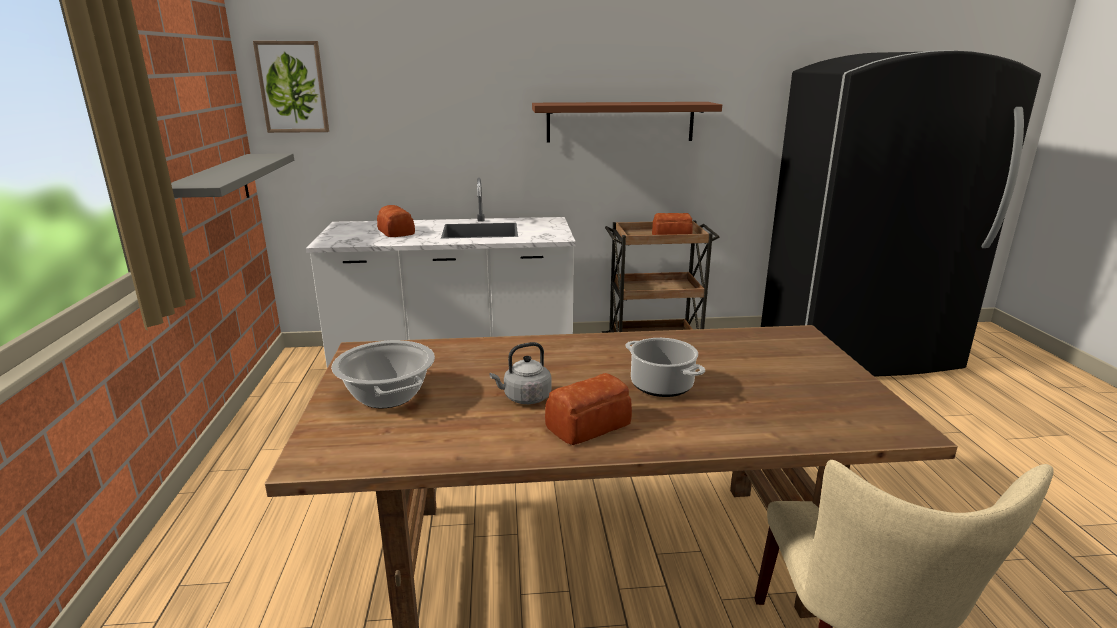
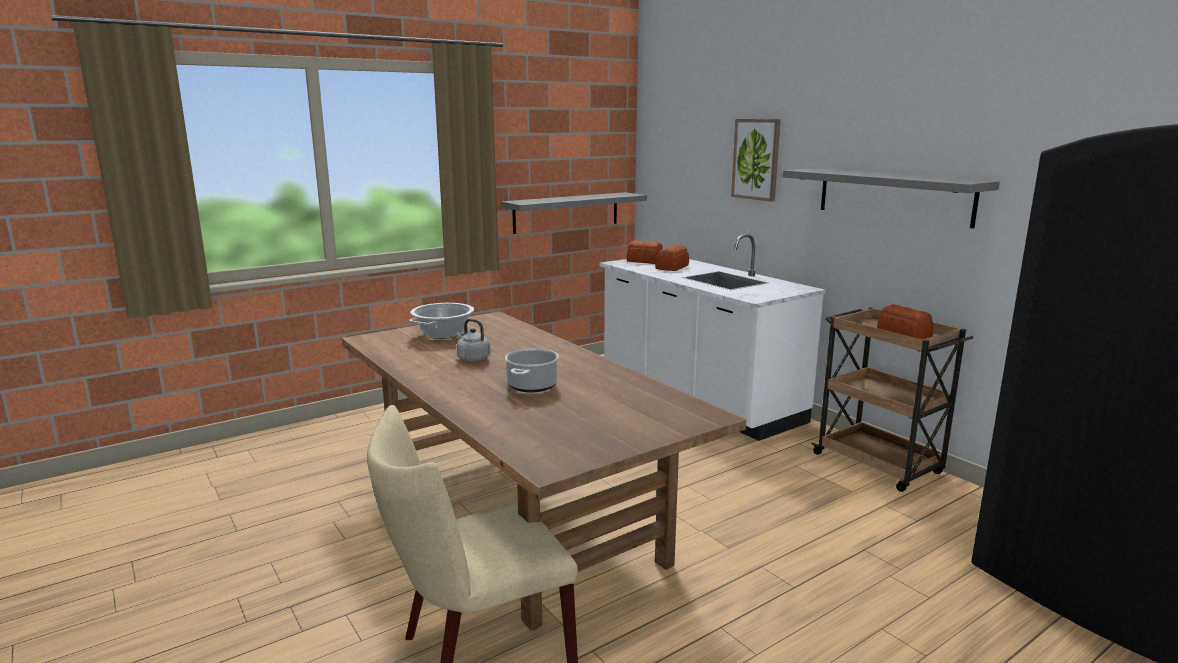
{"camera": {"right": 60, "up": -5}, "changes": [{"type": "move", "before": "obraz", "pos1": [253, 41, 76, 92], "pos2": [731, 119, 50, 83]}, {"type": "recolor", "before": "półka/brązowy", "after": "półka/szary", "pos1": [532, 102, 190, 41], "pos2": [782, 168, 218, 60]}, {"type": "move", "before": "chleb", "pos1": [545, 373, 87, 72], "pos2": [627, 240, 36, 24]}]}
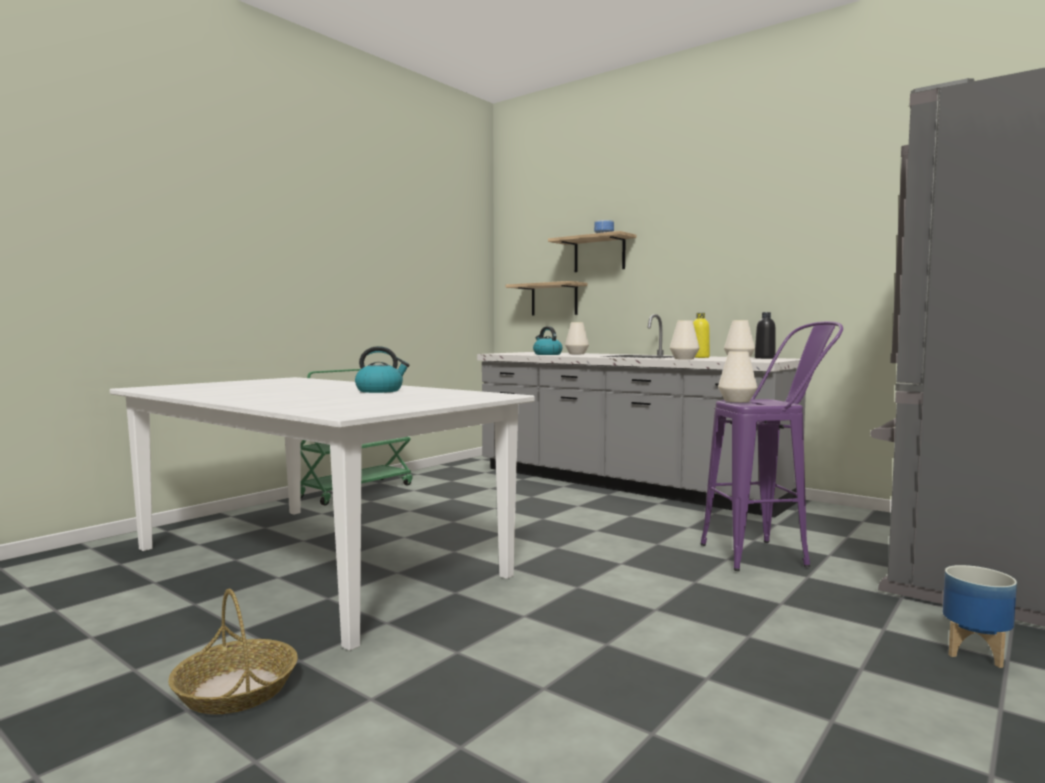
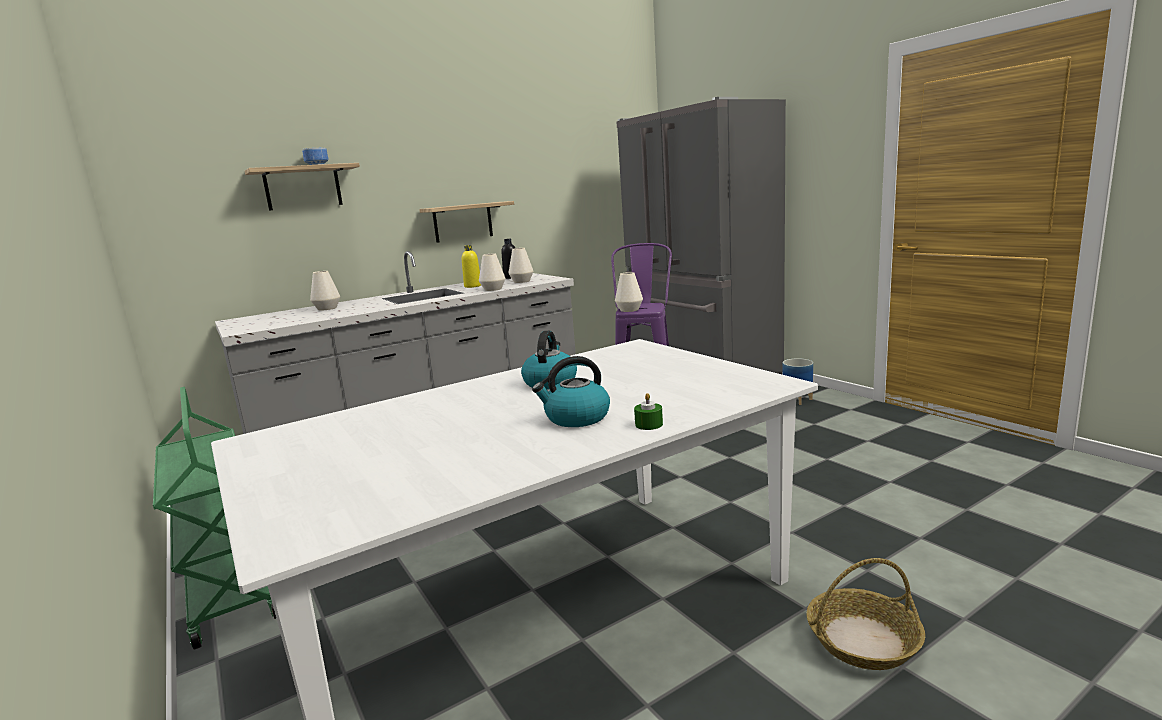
{"camera": {"right": -70, "up": 10}, "changes": [{"type": "move", "before": "półka", "pos1": [506, 281, 81, 34], "pos2": [419, 201, 95, 42]}, {"type": "move", "before": "czajnik", "pos1": [533, 326, 29, 29], "pos2": [532, 356, 78, 71]}, {"type": "insert", "after": "świeca/zielony", "pos2": [634, 393, 29, 37]}]}
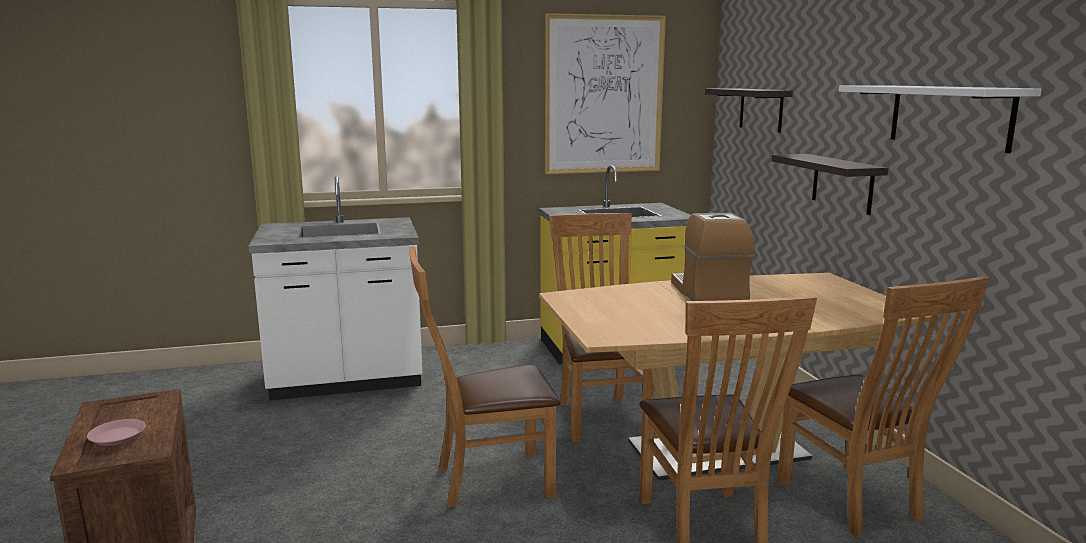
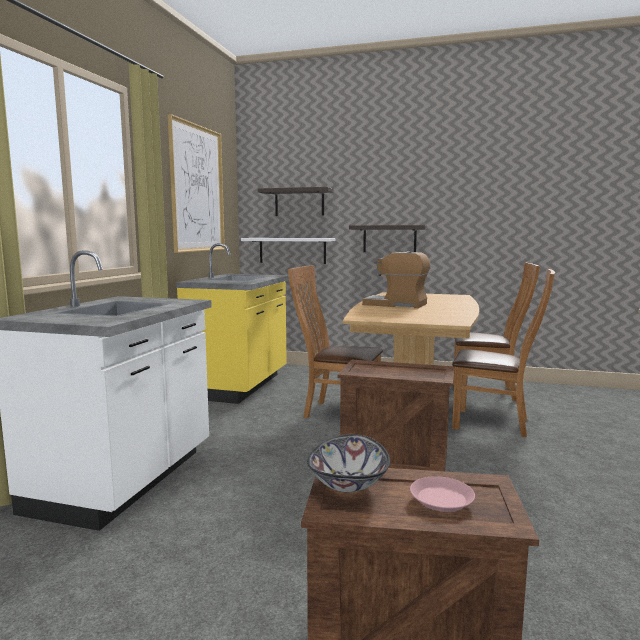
{"camera": {"right": -60, "up": -5}, "changes": [{"type": "replace", "before": "krzesło/brązowy", "after": "skrzynka", "pos1": [409, 246, 151, 262], "pos2": [338, 360, 117, 111]}, {"type": "move", "before": "półka/biały", "pos1": [839, 85, 203, 68], "pos2": [241, 238, 94, 26]}, {"type": "insert", "after": "miska", "pos2": [307, 434, 83, 59]}]}
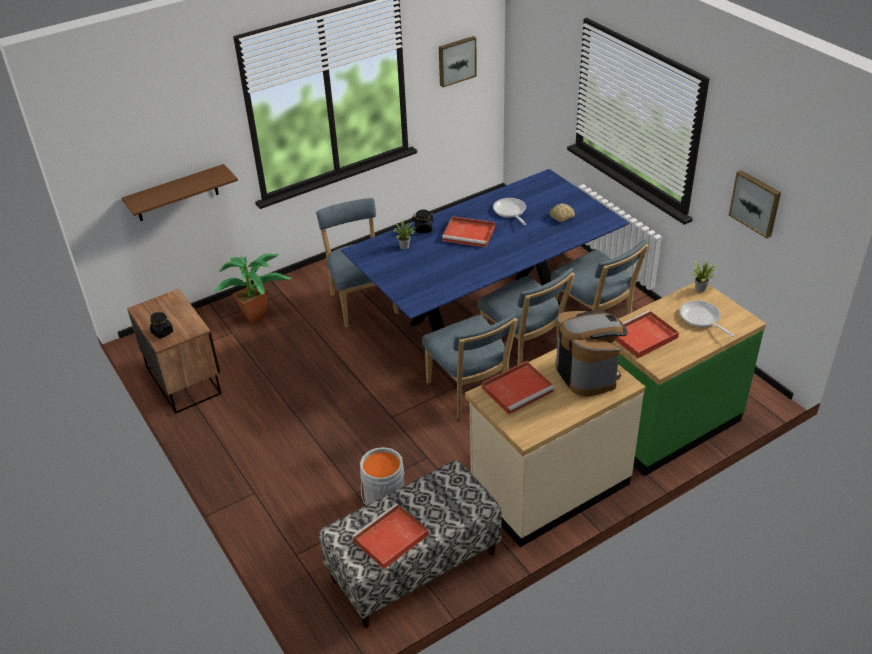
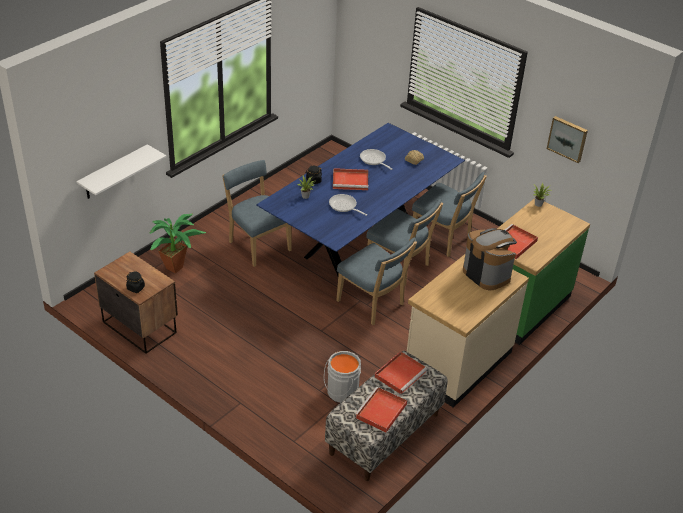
{"camera": {"right": -20, "up": 0}, "changes": [{"type": "recolor", "before": "półka/brązowy", "after": "półka/biały", "pos1": [122, 164, 116, 57], "pos2": [76, 144, 90, 55]}, {"type": "delete", "before": "obraz", "pos1": [439, 36, 38, 51]}, {"type": "move", "before": "taca/czerwony", "pos1": [482, 361, 73, 54], "pos2": [374, 351, 54, 43]}, {"type": "move", "before": "patelnia", "pos1": [680, 300, 55, 37], "pos2": [329, 194, 38, 22]}]}
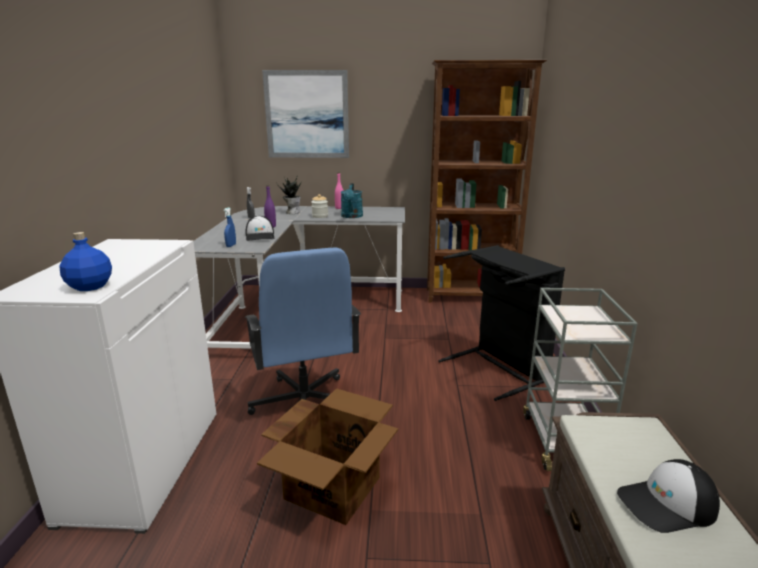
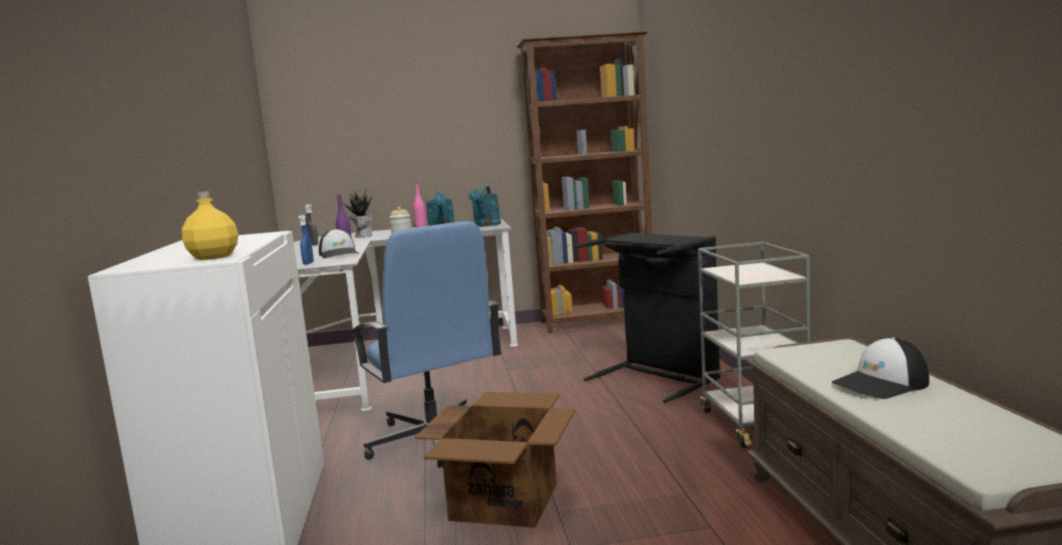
{"camera": {"right": -10, "up": -10}, "changes": [{"type": "recolor", "before": "butelka/niebieski", "after": "butelka/żółty", "pos1": [59, 232, 53, 59], "pos2": [182, 191, 56, 69]}, {"type": "delete", "before": "obraz", "pos1": [262, 70, 87, 88]}, {"type": "insert", "after": "konewka/turkusowy", "pos2": [468, 186, 33, 41]}]}
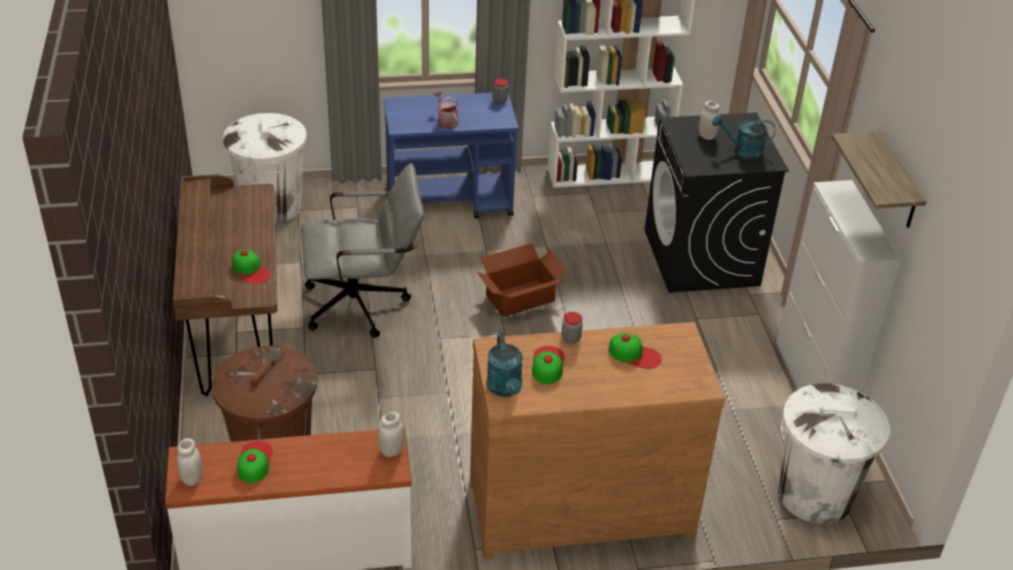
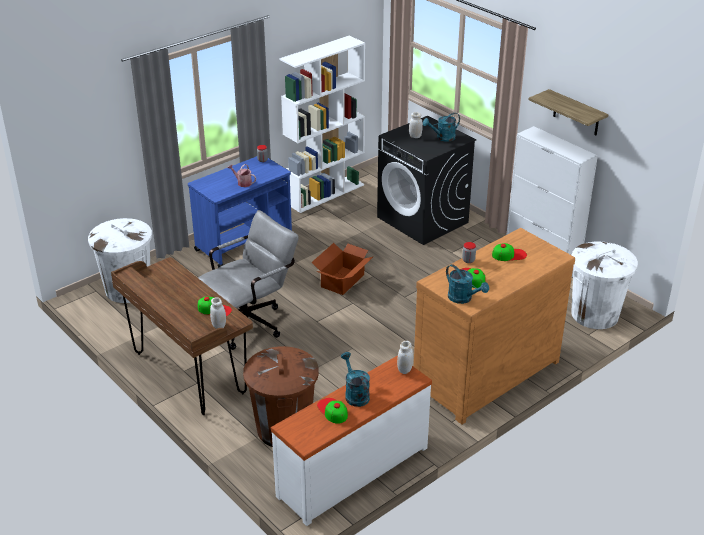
{"camera": {"right": -30, "up": -5}, "changes": [{"type": "move", "before": "słoik/biały", "pos1": [177, 438, 25, 48], "pos2": [210, 297, 16, 32]}, {"type": "insert", "after": "konewka/turkusowy", "pos2": [341, 352, 29, 55]}]}
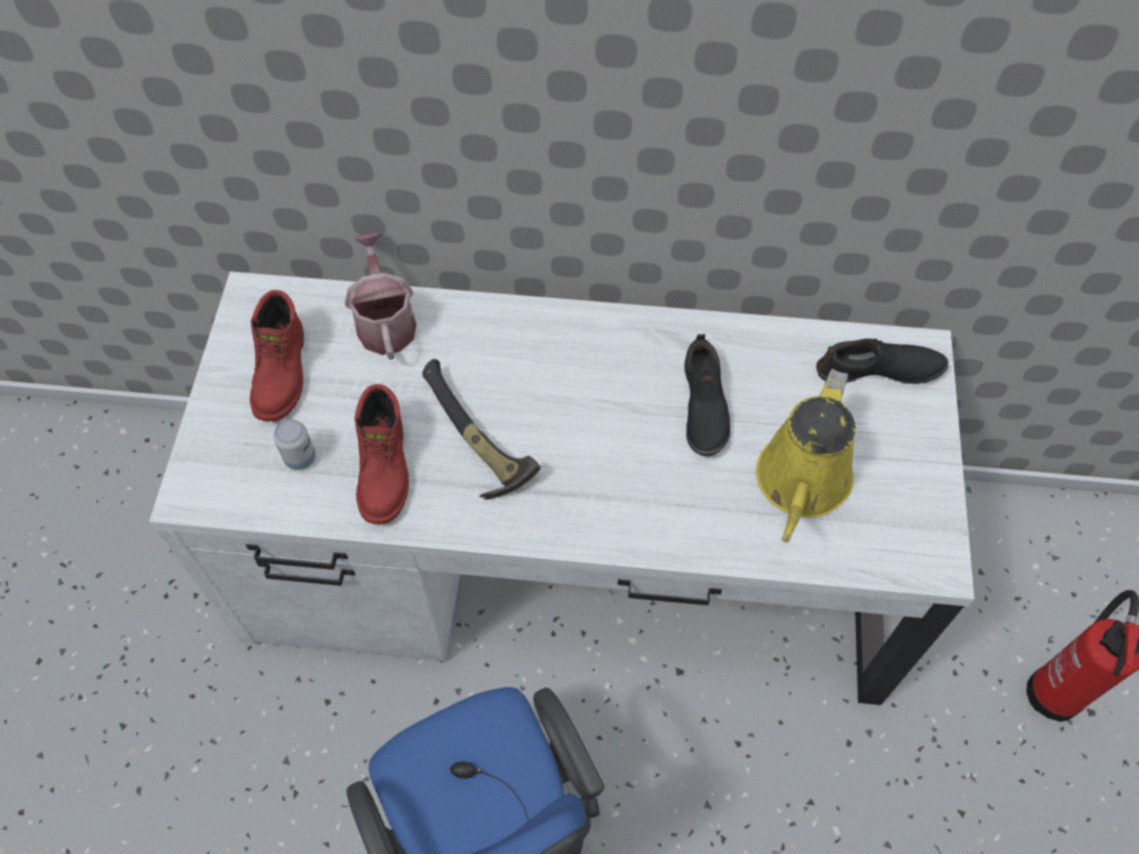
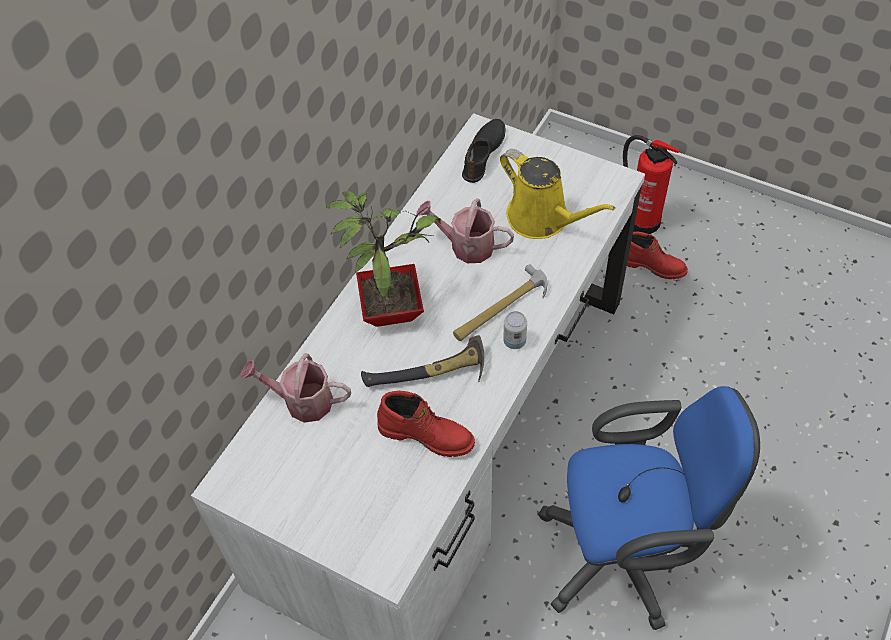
{"camera": {"right": -65, "up": -5}, "changes": [{"type": "move", "before": "but z cholewką/czerwony", "pos1": [250, 290, 54, 132], "pos2": [627, 232, 61, 47]}, {"type": "move", "before": "puszka", "pos1": [273, 419, 43, 51], "pos2": [503, 311, 24, 38]}, {"type": "replace", "before": "but/czarny", "after": "konewka", "pos1": [684, 334, 47, 122], "pos2": [417, 198, 97, 65]}, {"type": "insert", "after": "roślina doniczkowa", "pos2": [326, 191, 115, 136]}, {"type": "insert", "after": "młotek", "pos2": [453, 264, 94, 77]}]}
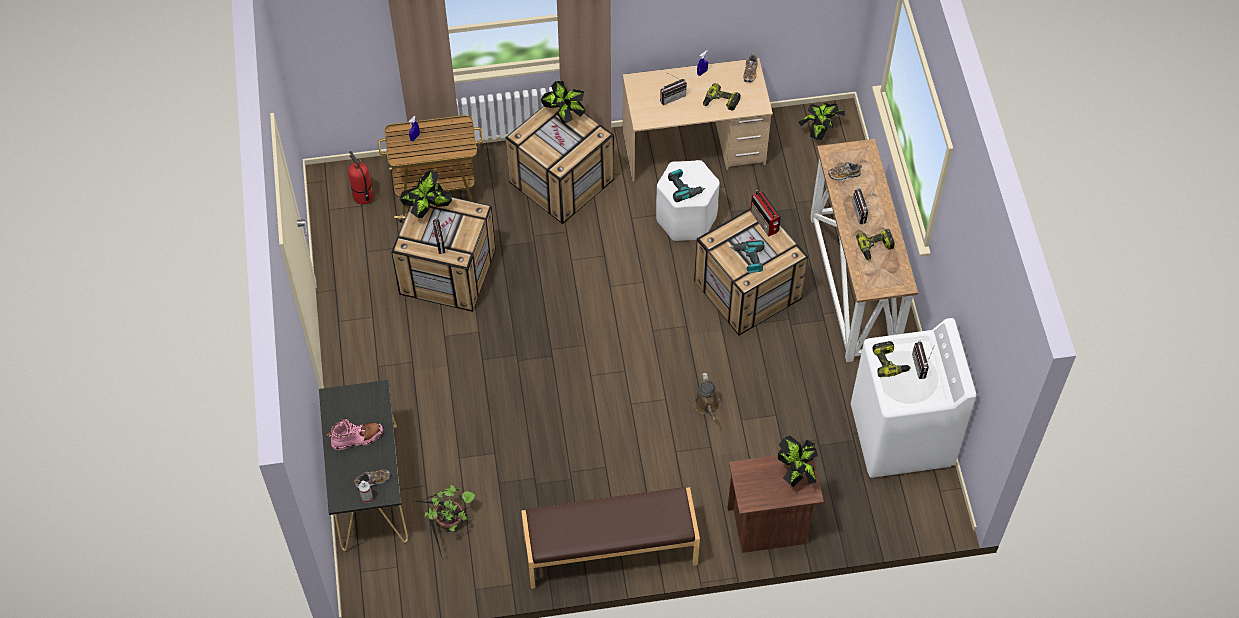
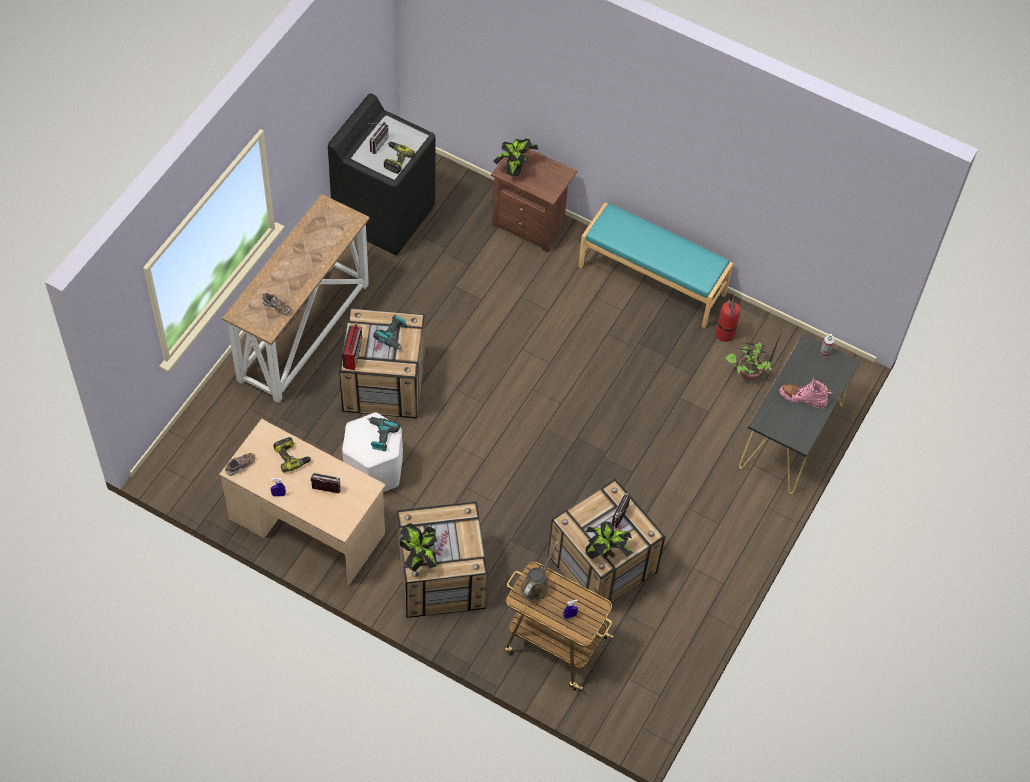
{"camera": {"right": -145, "up": 0}, "changes": [{"type": "move", "before": "gaśnica", "pos1": [348, 151, 25, 54], "pos2": [715, 293, 25, 49]}, {"type": "delete", "before": "but", "pos1": [354, 470, 36, 19]}, {"type": "recolor", "before": "ławka/brązowy", "after": "ławka/turkusowy", "pos1": [521, 487, 179, 102], "pos2": [578, 203, 155, 125]}, {"type": "move", "before": "konewka/brązowy", "pos1": [693, 373, 27, 48], "pos2": [521, 541, 37, 60]}, {"type": "delete", "before": "roślina doniczkowa", "pos1": [798, 103, 47, 37]}, {"type": "recolor", "before": "pralka/biały", "after": "pralka/czarny", "pos1": [851, 318, 125, 160], "pos2": [328, 93, 107, 162]}, {"type": "delete", "before": "radio", "pos1": [852, 187, 21, 37]}, {"type": "delete", "before": "wiertarka", "pos1": [856, 229, 39, 31]}]}
